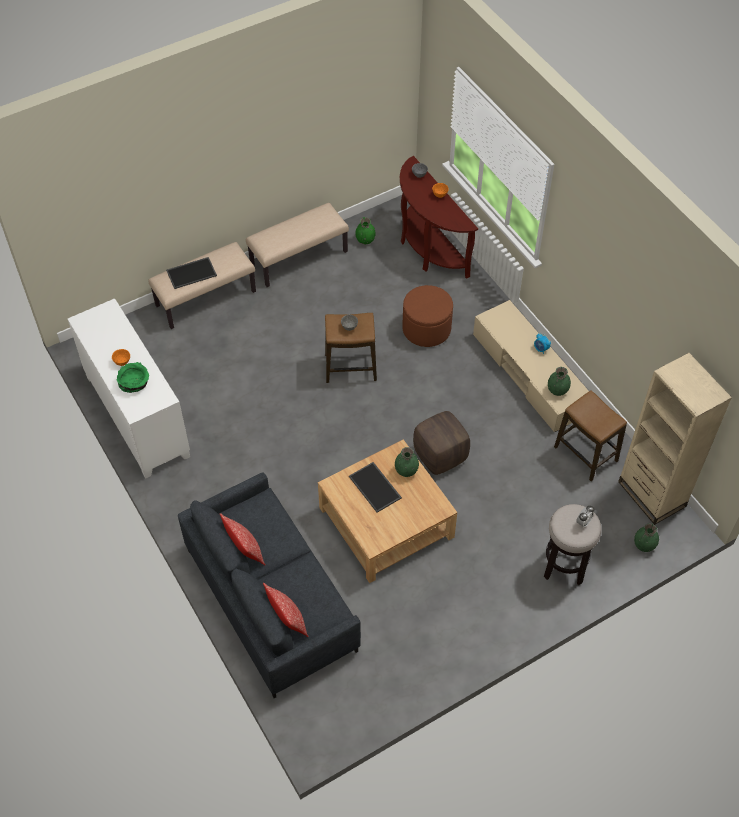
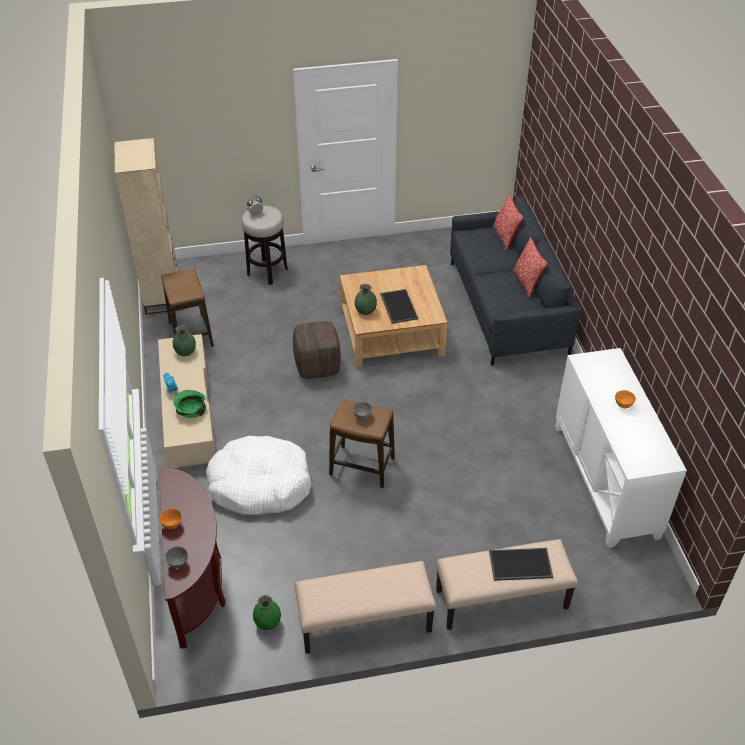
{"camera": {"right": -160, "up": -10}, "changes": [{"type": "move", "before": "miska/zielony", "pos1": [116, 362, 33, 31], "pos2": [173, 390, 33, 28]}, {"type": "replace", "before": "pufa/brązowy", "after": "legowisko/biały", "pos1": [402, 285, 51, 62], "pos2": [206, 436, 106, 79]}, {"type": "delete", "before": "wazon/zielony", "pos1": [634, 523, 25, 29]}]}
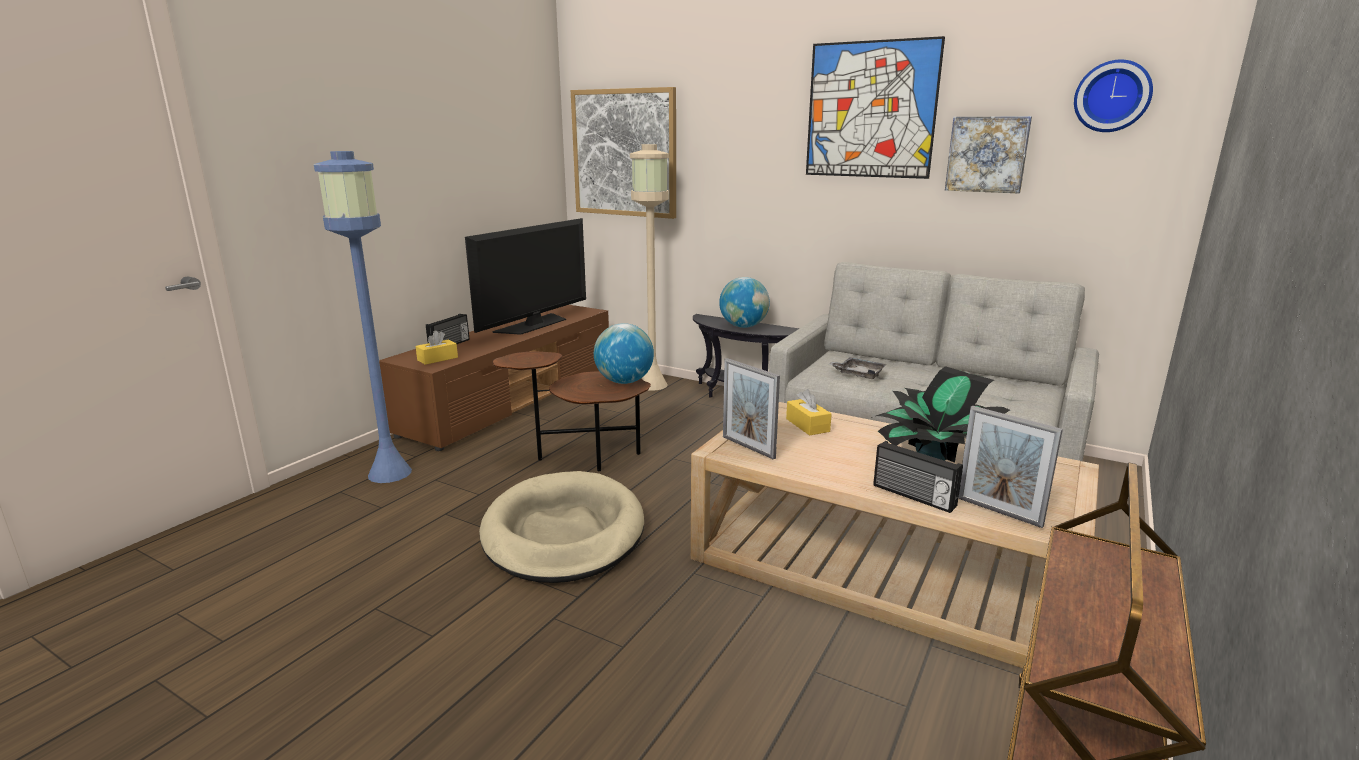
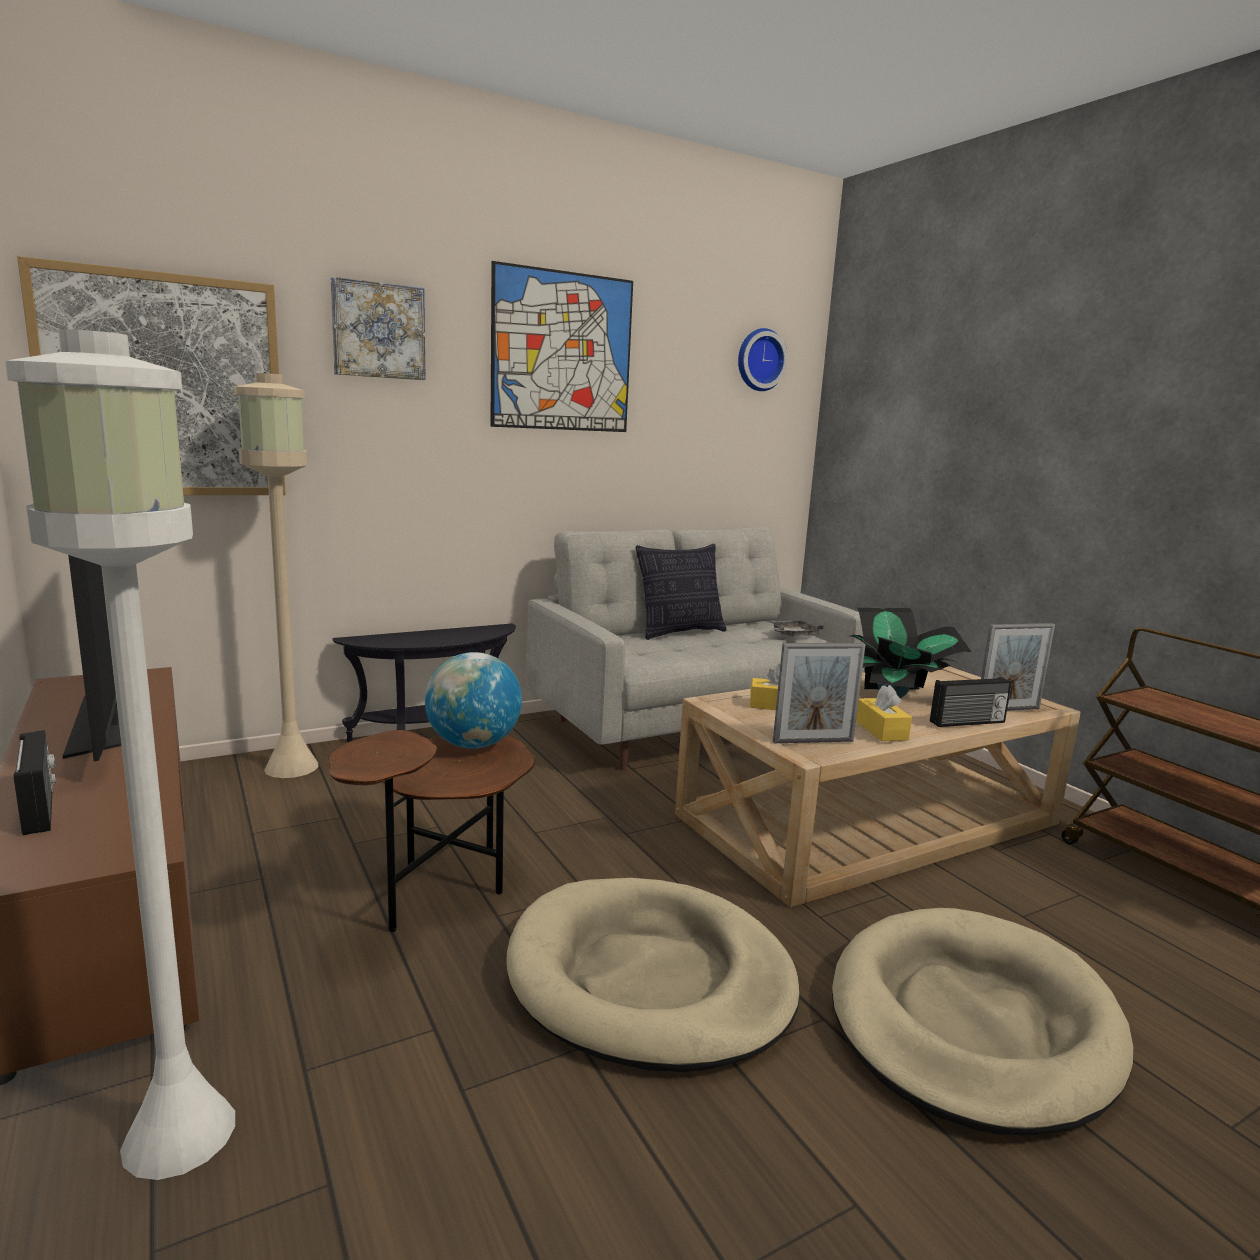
{"camera": {"right": -60, "up": -5}, "changes": [{"type": "recolor", "before": "lampa stojąca/niebieski", "after": "lampa stojąca/biały", "pos1": [314, 151, 98, 332], "pos2": [5, 329, 230, 851]}, {"type": "move", "before": "pudełko chusteczek/żółty", "pos1": [416, 330, 42, 35], "pos2": [856, 685, 56, 56]}, {"type": "delete", "before": "globus", "pos1": [719, 277, 51, 51]}, {"type": "move", "before": "taca/szary", "pos1": [829, 357, 58, 22], "pos2": [768, 620, 55, 16]}, {"type": "move", "before": "obraz", "pos1": [945, 116, 87, 77], "pos2": [331, 277, 95, 103]}, {"type": "insert", "after": "poduszka", "pos2": [636, 544, 91, 96]}, {"type": "insert", "after": "legowisko/beżowy", "pos2": [832, 908, 301, 227]}]}
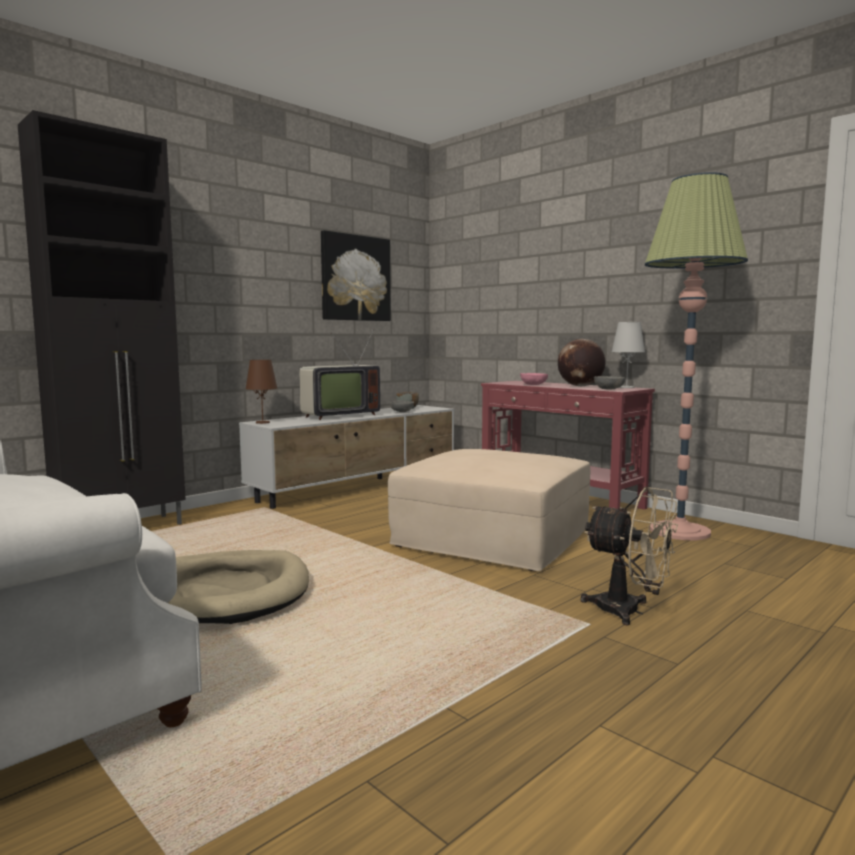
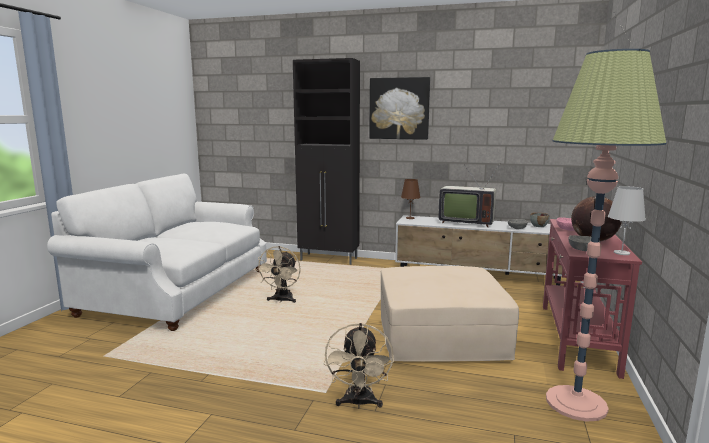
{"camera": {"right": 60, "up": 5}, "changes": [{"type": "replace", "before": "legowisko/beżowy", "after": "wentylator/beżowy", "pos1": [168, 550, 141, 74], "pos2": [255, 246, 46, 57]}, {"type": "move", "before": "obraz", "pos1": [321, 230, 70, 91], "pos2": [369, 77, 61, 63]}]}
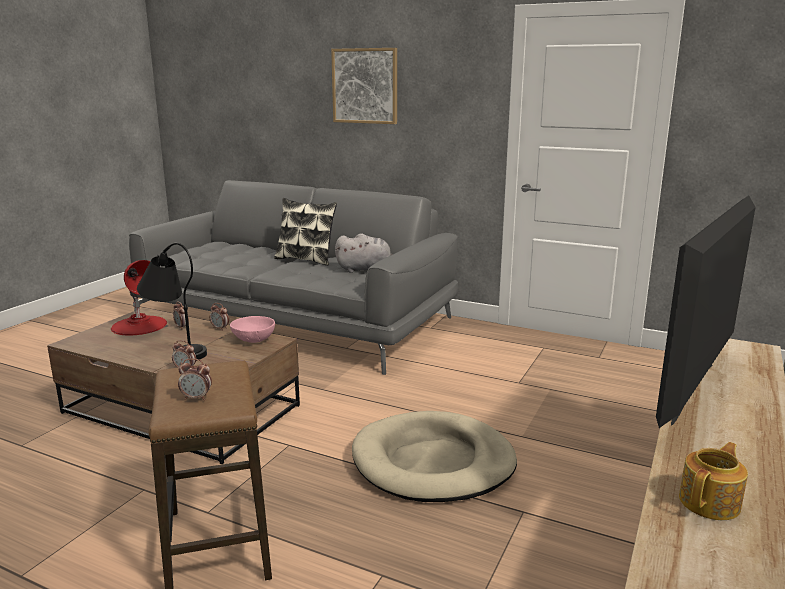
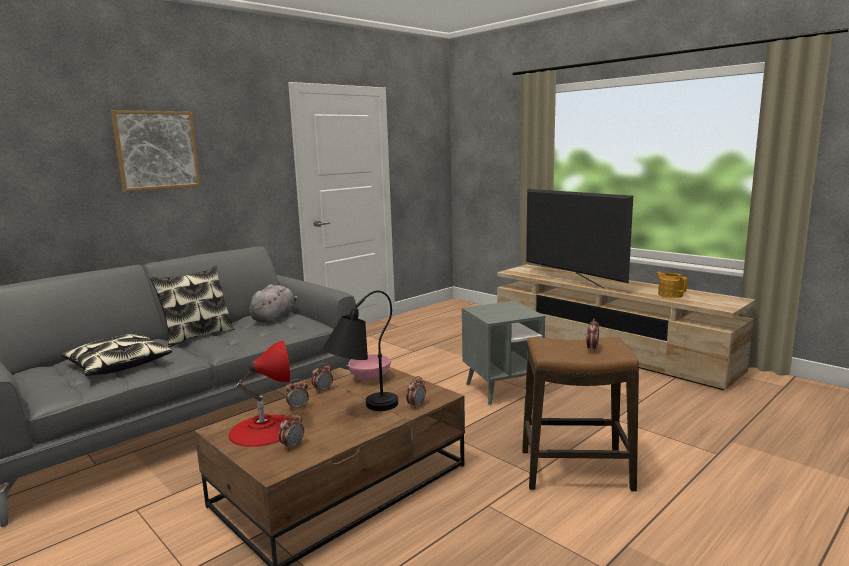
{"camera": {"right": -70, "up": -5}, "changes": [{"type": "replace", "before": "legowisko/beżowy", "after": "stolik/szary", "pos1": [352, 411, 165, 91], "pos2": [462, 301, 83, 104]}, {"type": "insert", "after": "poduszka", "pos2": [61, 334, 111, 42]}, {"type": "insert", "after": "budzik", "pos2": [279, 413, 25, 38]}]}
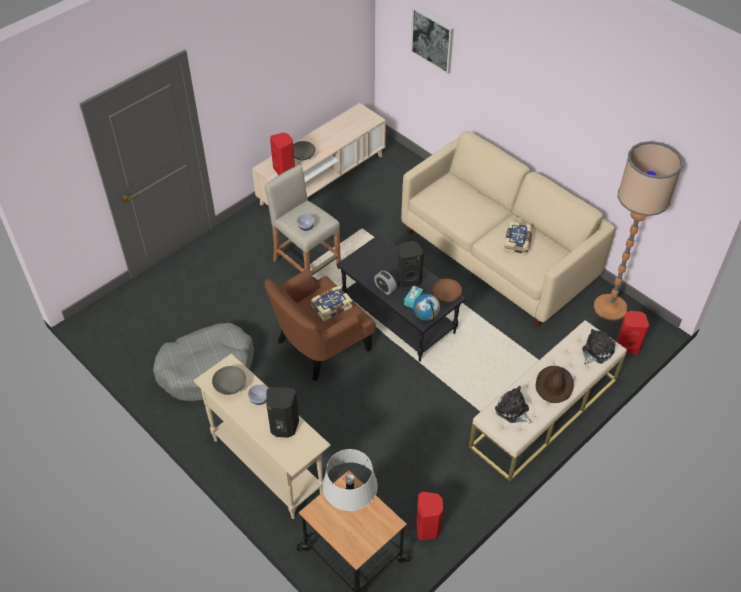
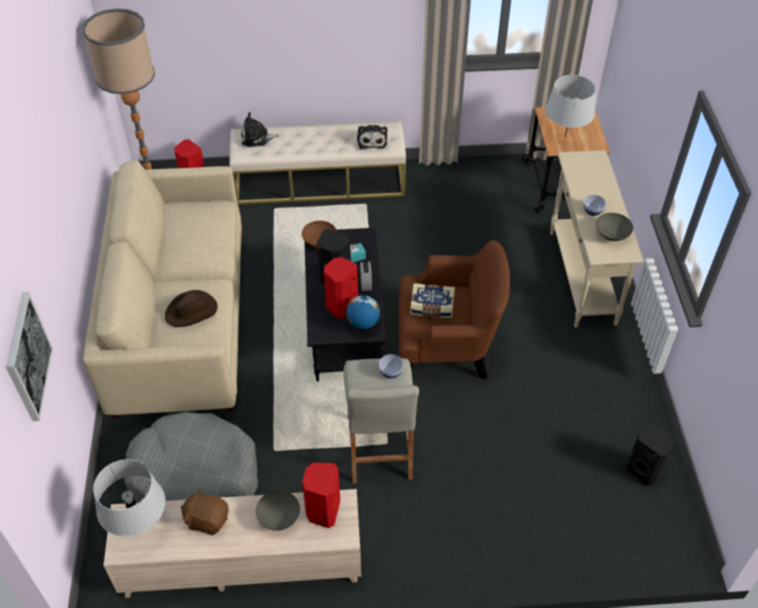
{"camera": {"right": -140, "up": 0}, "changes": [{"type": "move", "before": "legowisko/szary", "pos1": [153, 323, 101, 78], "pos2": [124, 412, 134, 90]}, {"type": "move", "before": "głośnik/czarny", "pos1": [266, 387, 33, 51], "pos2": [627, 426, 47, 60]}, {"type": "move", "before": "globus", "pos1": [413, 294, 27, 29], "pos2": [346, 293, 34, 39]}, {"type": "move", "before": "głośnik/czerwony", "pos1": [417, 492, 26, 48], "pos2": [324, 257, 34, 62]}, {"type": "delete", "before": "książka", "pos1": [503, 221, 29, 34]}, {"type": "move", "before": "kapelusz/brązowy", "pos1": [536, 366, 38, 37], "pos2": [165, 290, 53, 37]}, {"type": "insert", "after": "lampa stołowa/szary", "pos2": [93, 459, 73, 78]}, {"type": "insert", "after": "pluszak/brązowy", "pos2": [181, 488, 48, 47]}]}
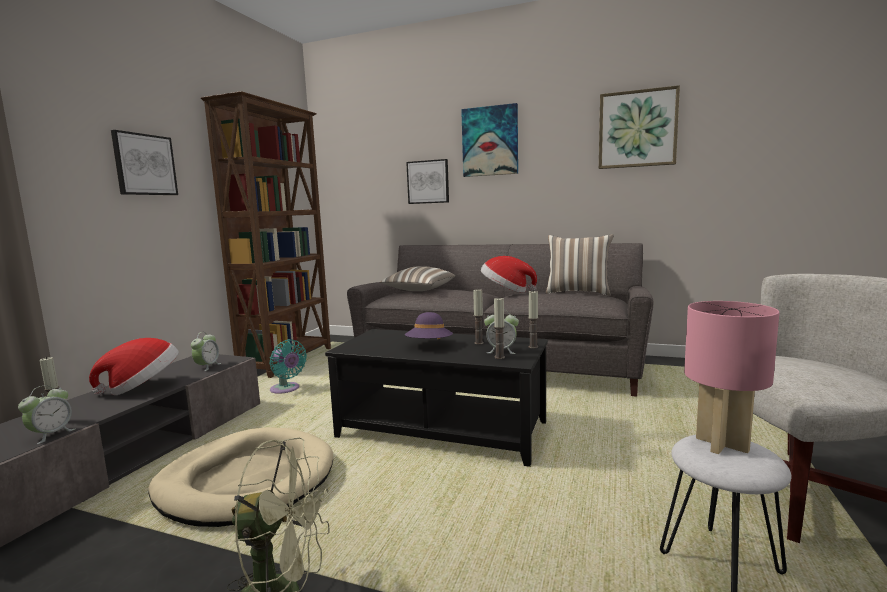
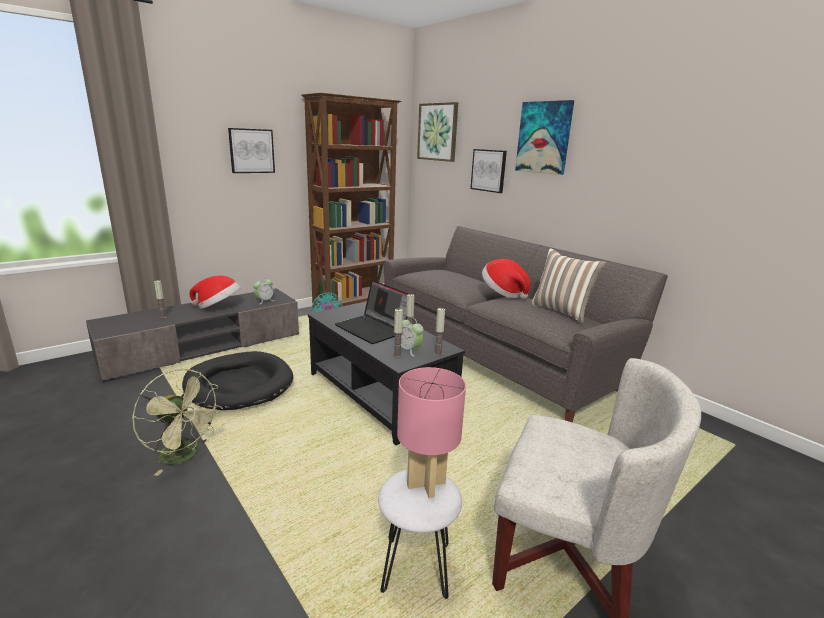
{"camera": {"right": 30, "up": 10}, "changes": [{"type": "delete", "before": "budzik", "pos1": [18, 385, 57, 59]}, {"type": "recolor", "before": "legowisko/beżowy", "after": "legowisko/czarny", "pos1": [148, 427, 185, 100], "pos2": [182, 351, 111, 59]}, {"type": "delete", "before": "poduszka", "pos1": [380, 266, 75, 25]}, {"type": "replace", "before": "kapelusz/fioletowy", "after": "laptop", "pos1": [405, 312, 48, 27], "pos2": [335, 280, 74, 64]}, {"type": "move", "before": "obraz", "pos1": [599, 85, 81, 84], "pos2": [417, 102, 41, 60]}]}
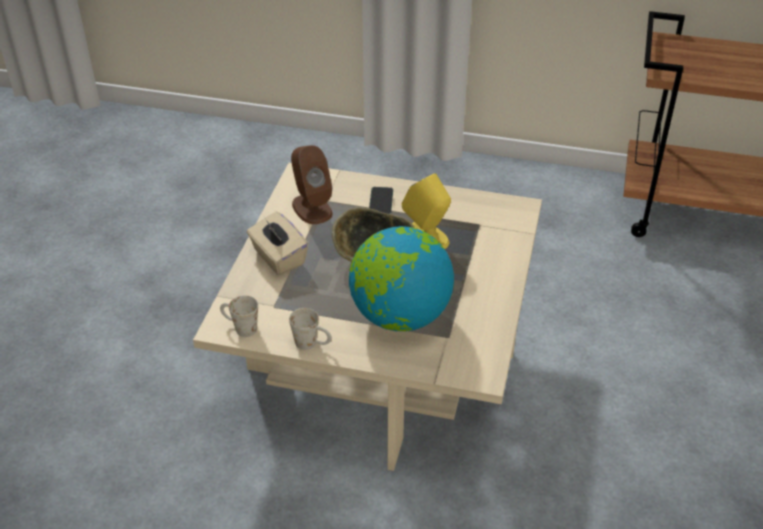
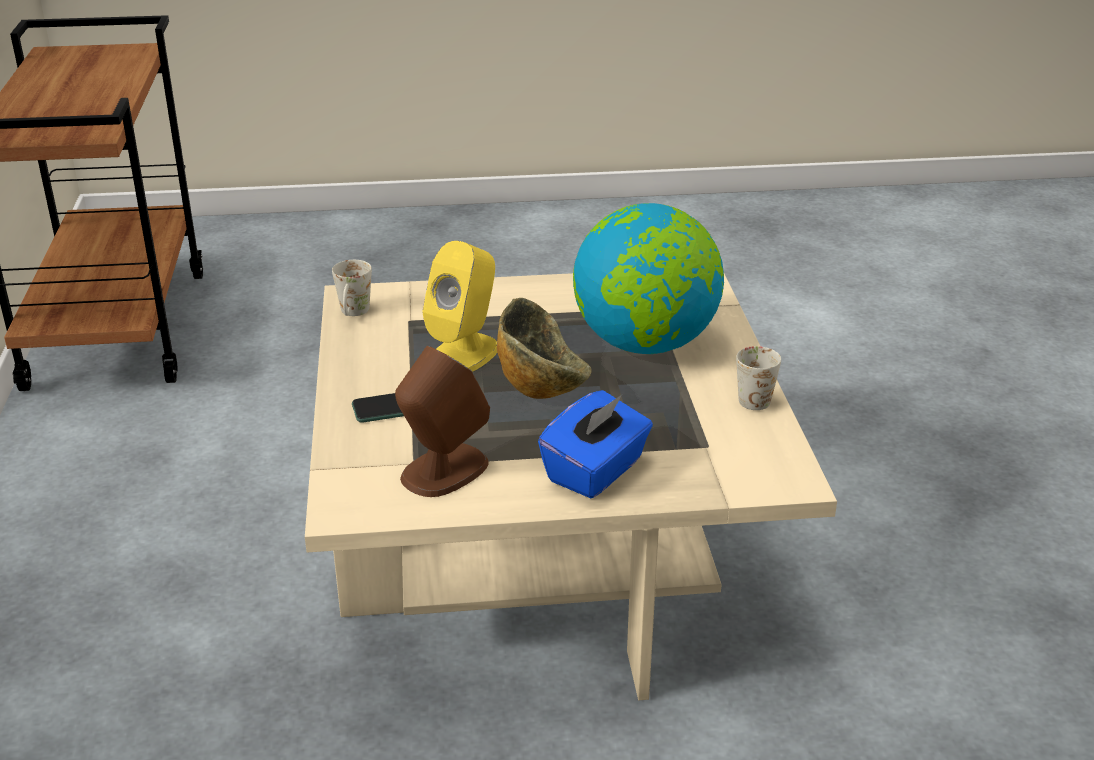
{"camera": {"right": -110, "up": -10}, "changes": [{"type": "move", "before": "kubek/biały", "pos1": [220, 296, 38, 41], "pos2": [332, 260, 40, 56]}, {"type": "recolor", "before": "pudełko chusteczek/beżowy", "after": "pudełko chusteczek/niebieski", "pos1": [247, 211, 61, 64], "pos2": [538, 390, 115, 108]}]}
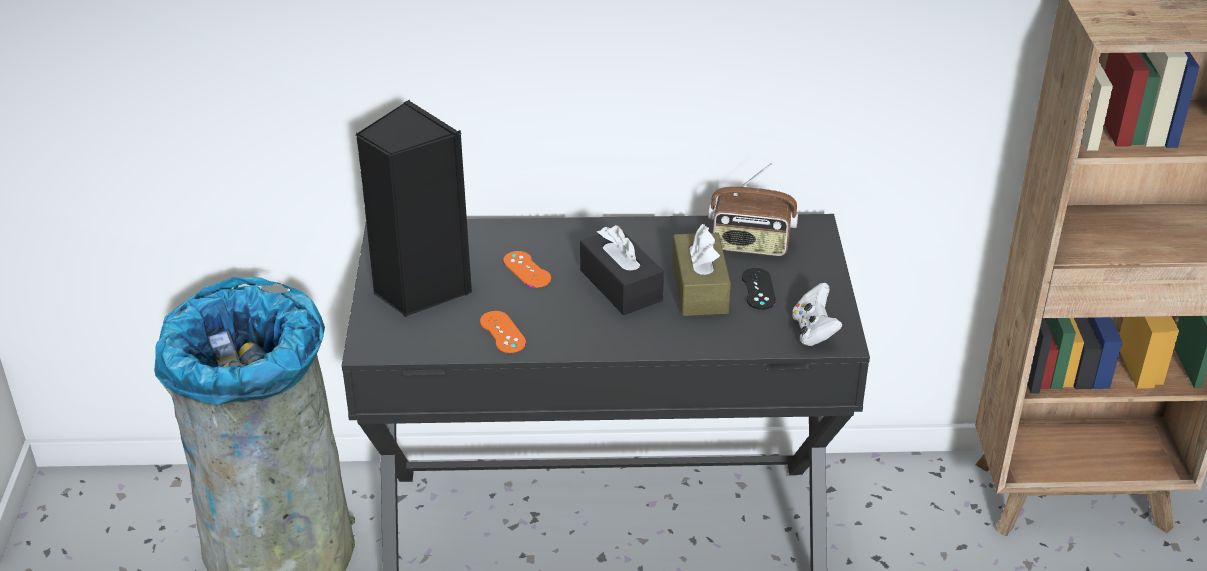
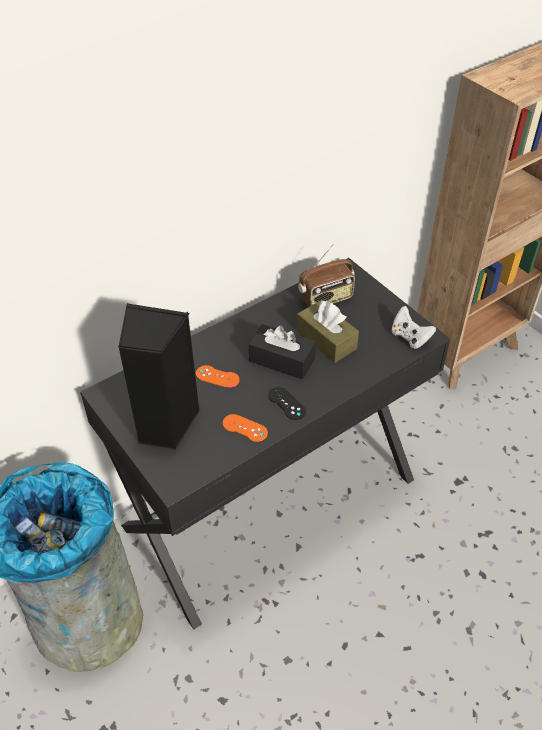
{"camera": {"right": -35, "up": 10}, "changes": [{"type": "move", "before": "pad do gier/czarny", "pos1": [742, 268, 34, 42], "pos2": [269, 387, 37, 33]}]}
